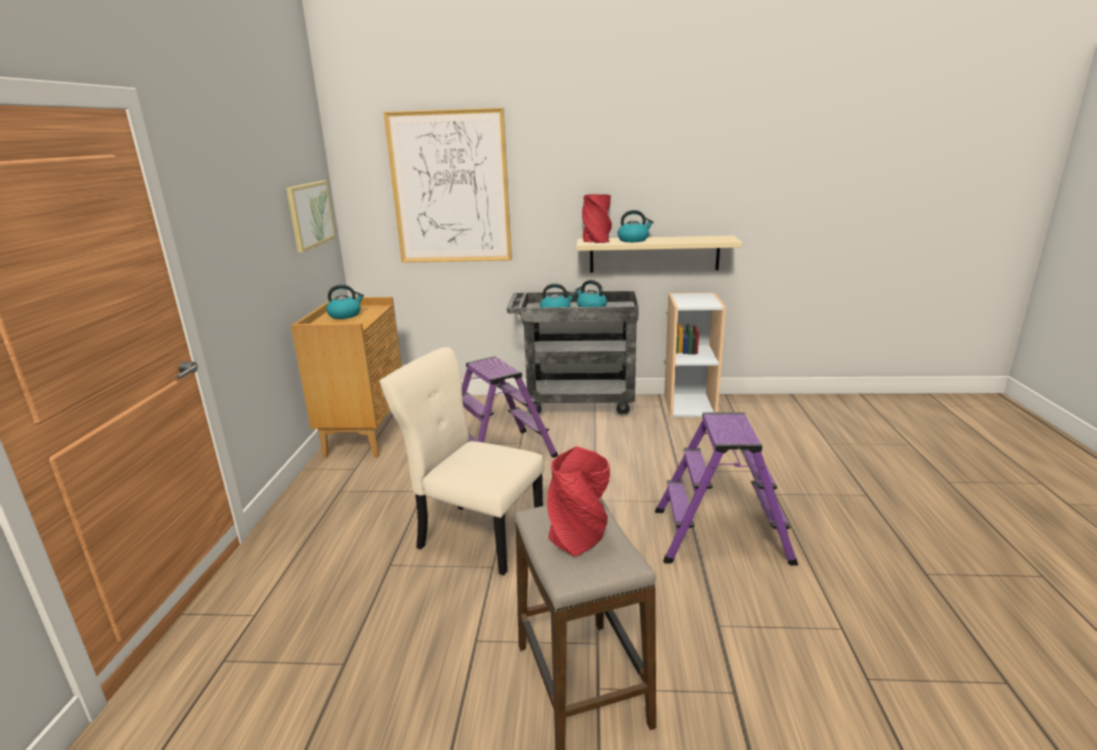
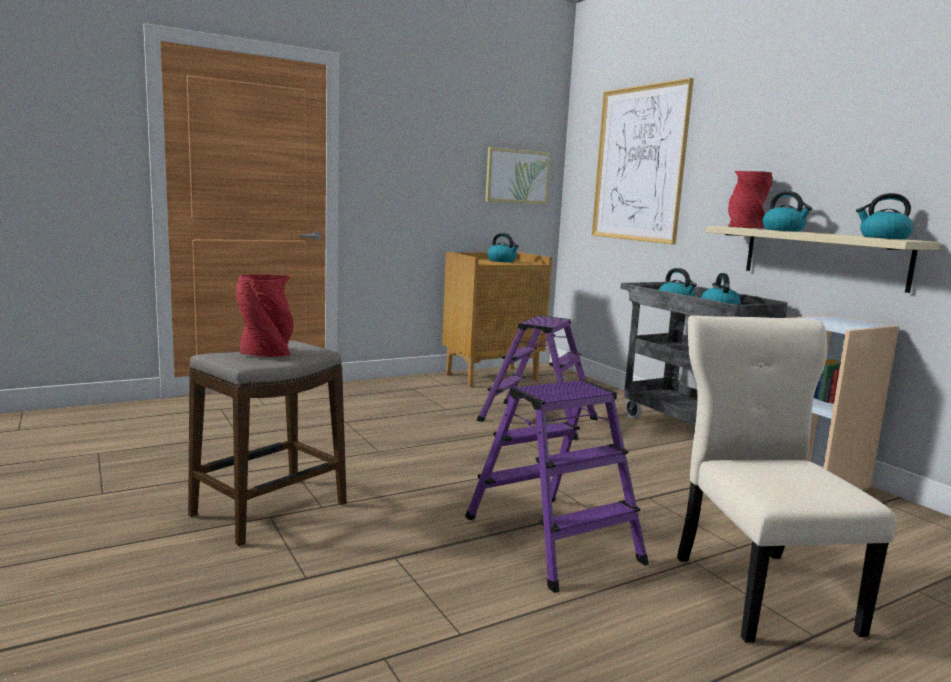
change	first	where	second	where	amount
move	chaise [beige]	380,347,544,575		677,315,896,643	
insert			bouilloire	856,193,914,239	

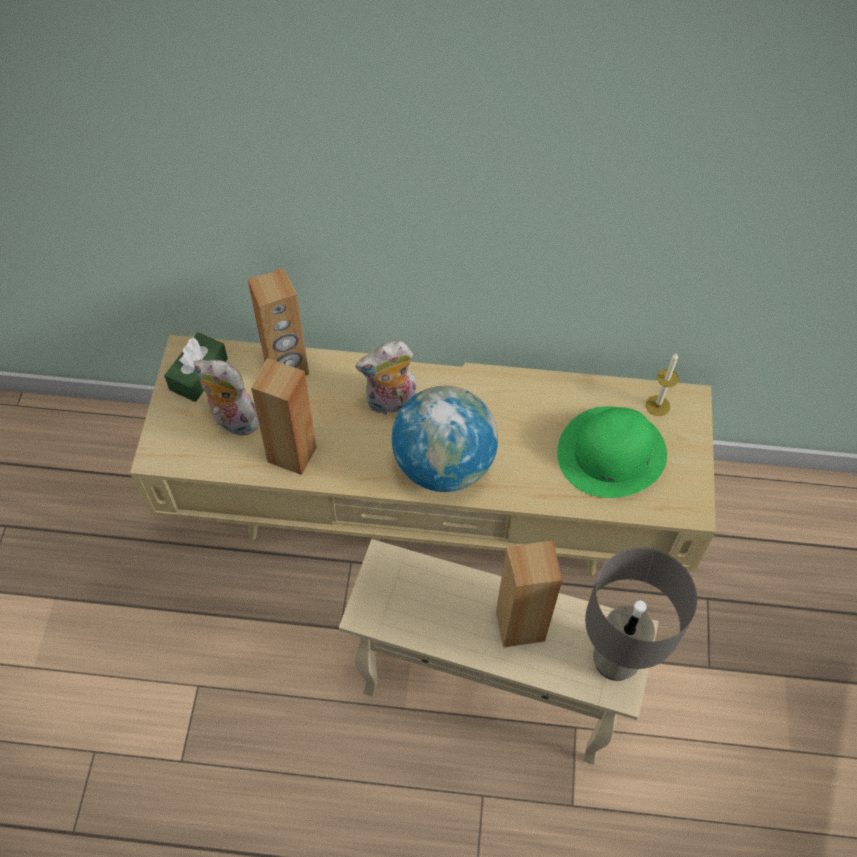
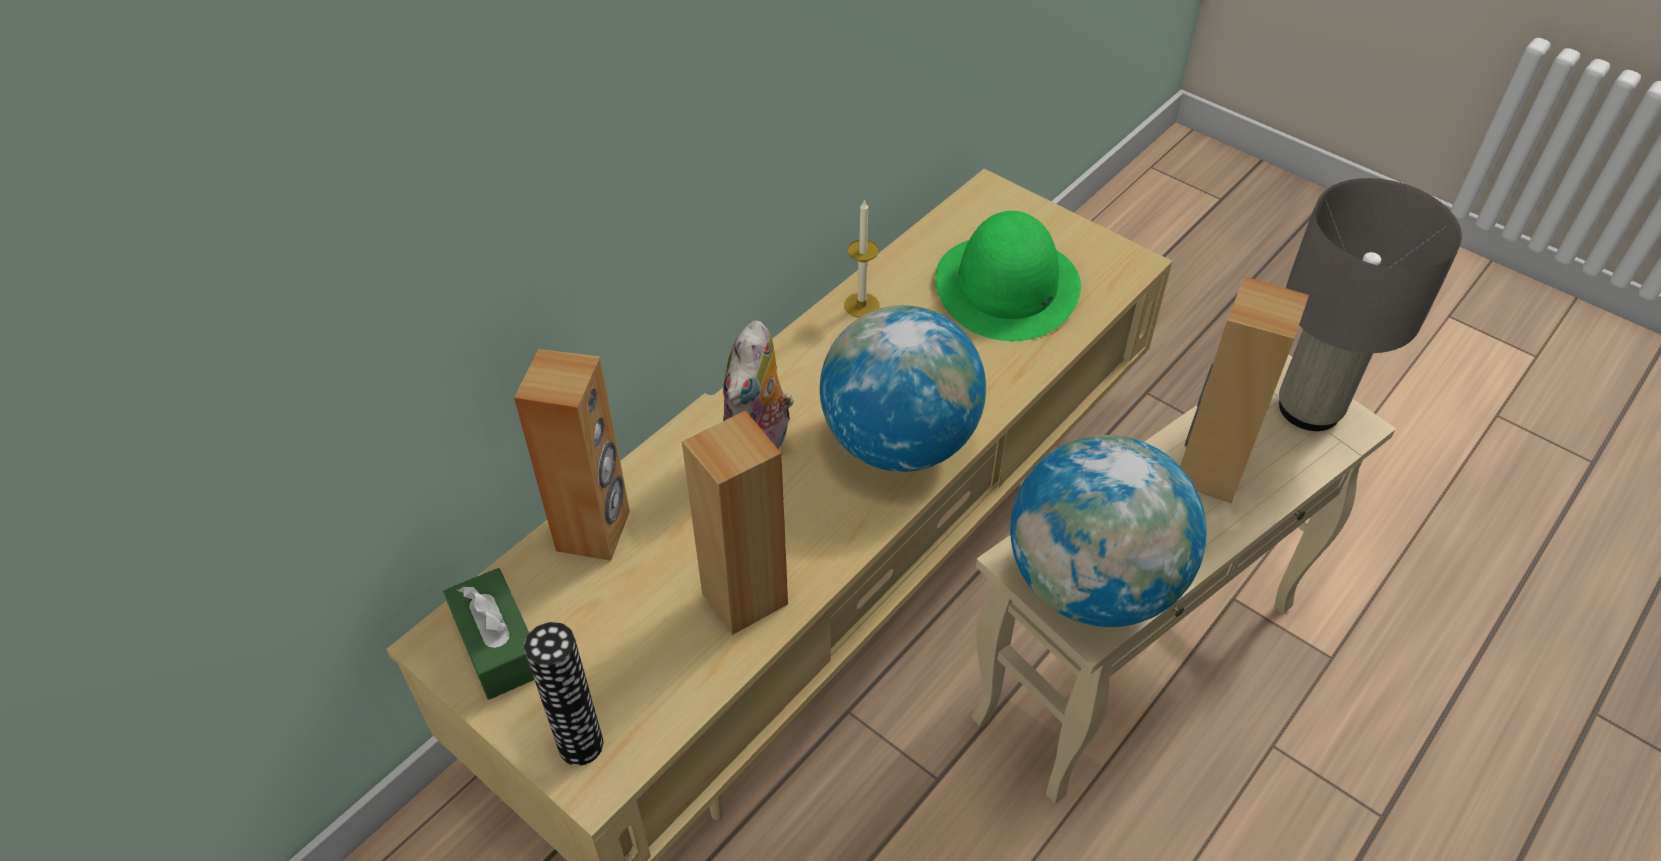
change	first	where	second	where	amount
insert			vase	524,622,603,766	
move	bougie	646,353,679,416		844,199,879,318	
insert			globe	1010,435,1207,627	
delete	peluche	194,360,259,435			

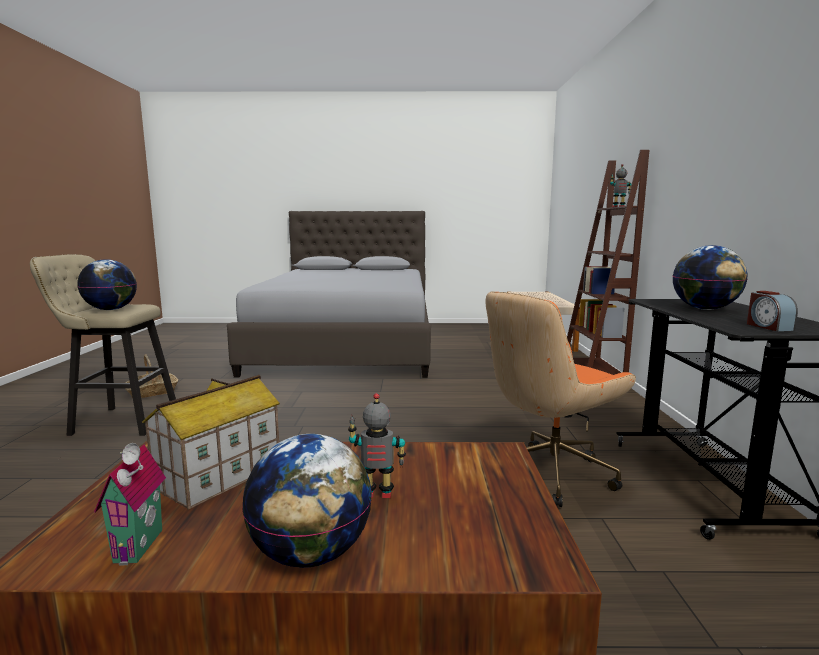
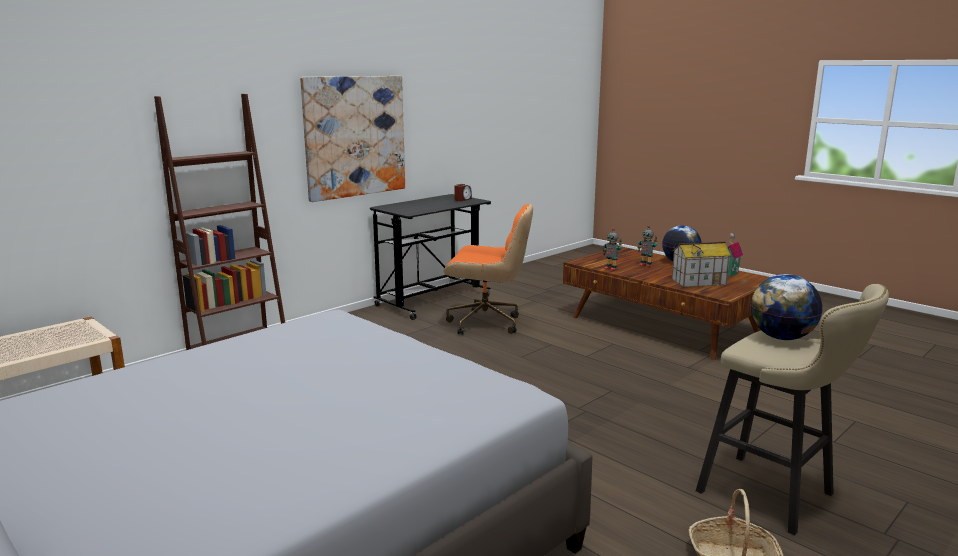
change	first	where	second	where	amount
insert			tableau	300,76,405,202	
move	robot jouet	610,164,631,207		603,228,622,271	
delete	globe	673,245,748,310			

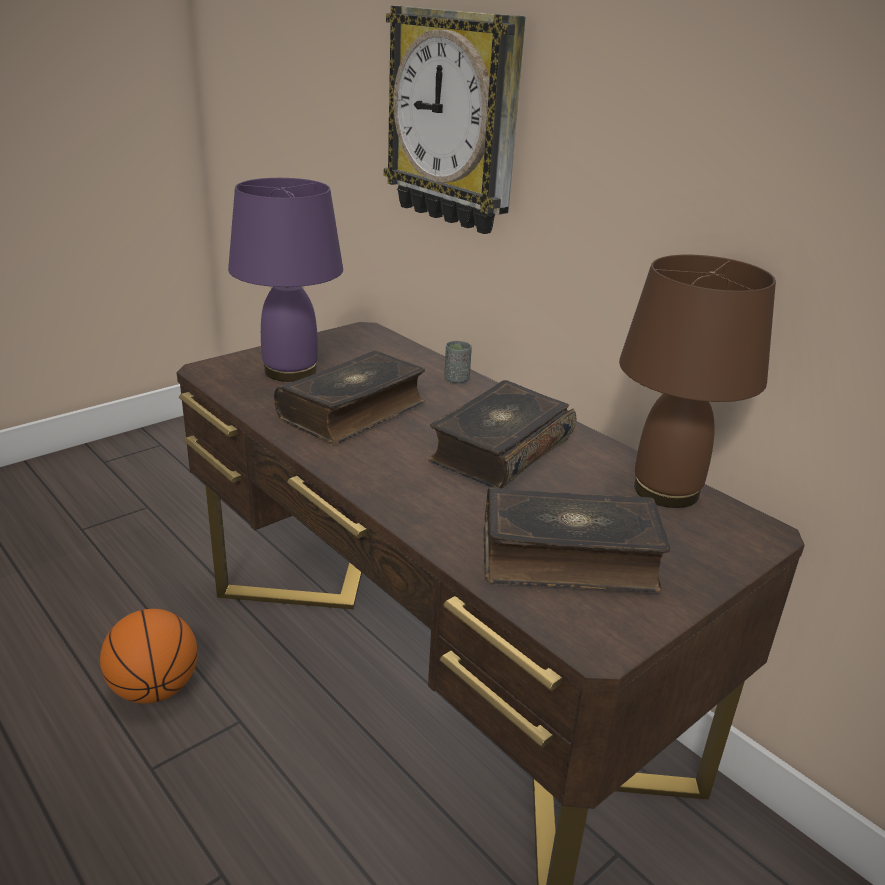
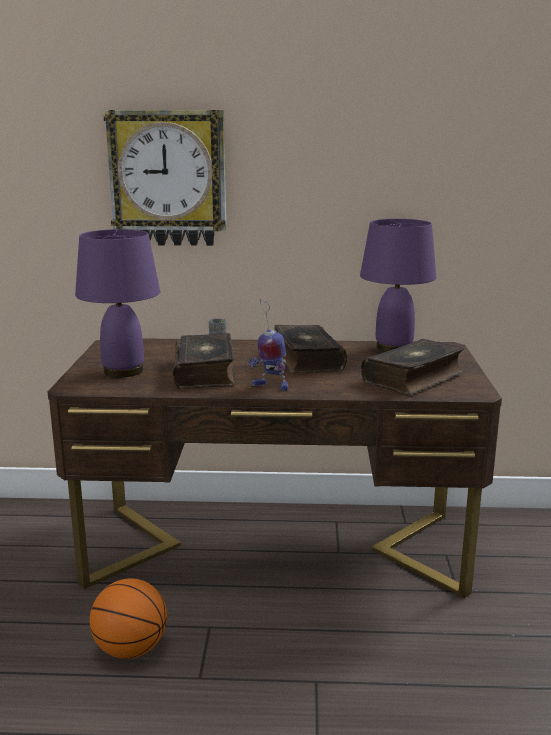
change	first	where	second	where	amount
insert			robot jouet	249,299,288,390	
recolor	lampe de table [marron]	619,254,776,508	lampe de table [violet]	360,219,436,352	

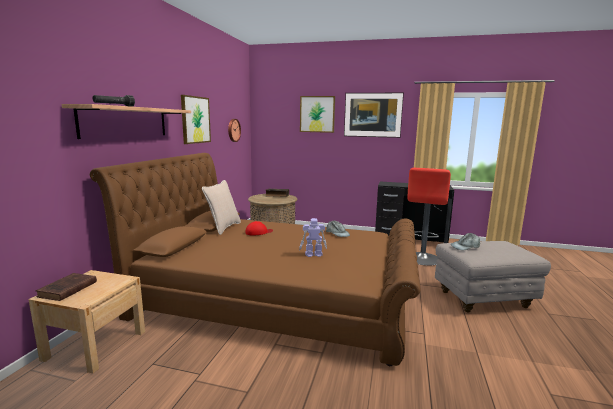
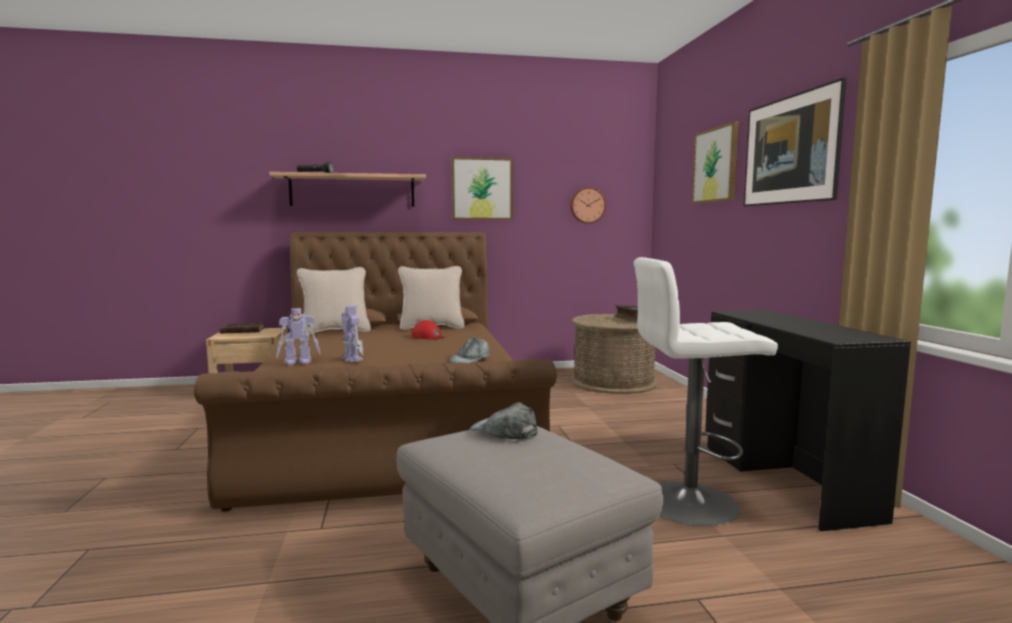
change	first	where	second	where	amount
insert			robot jouet	276,308,321,365	
insert			coussin [beige]	297,267,371,335	
recolor	tabouret [rouge]	408,168,451,265	tabouret [blanc]	634,257,778,526	

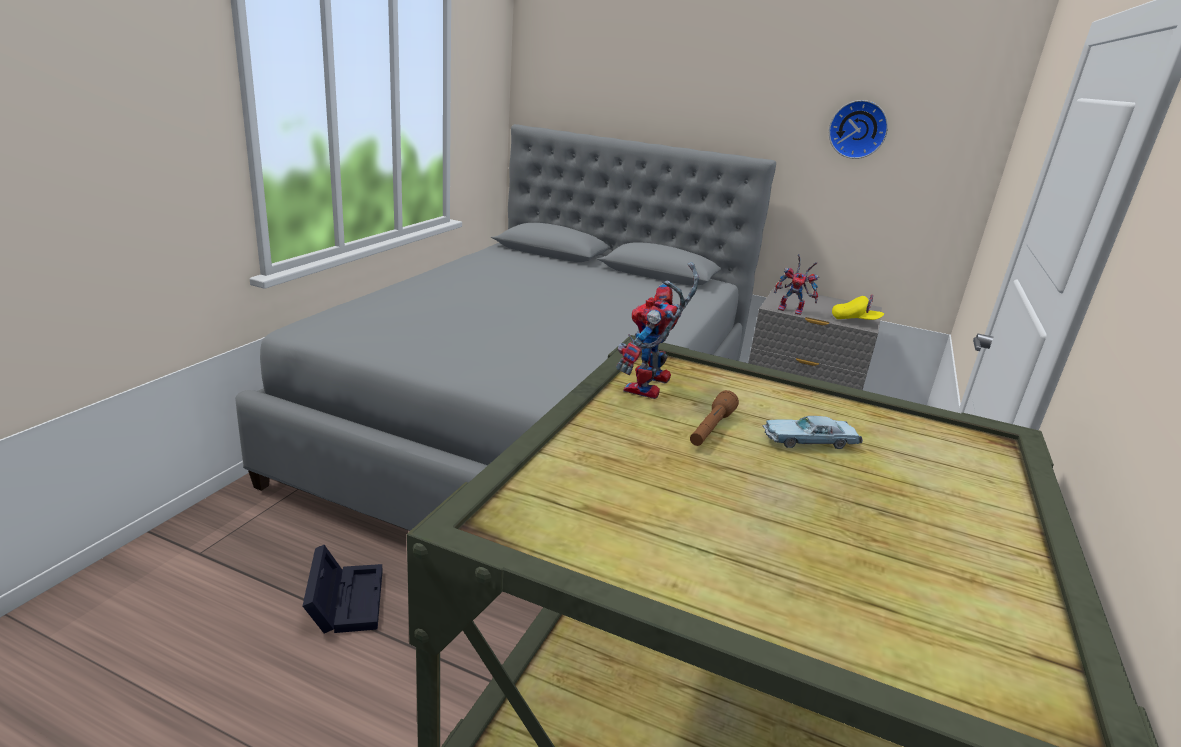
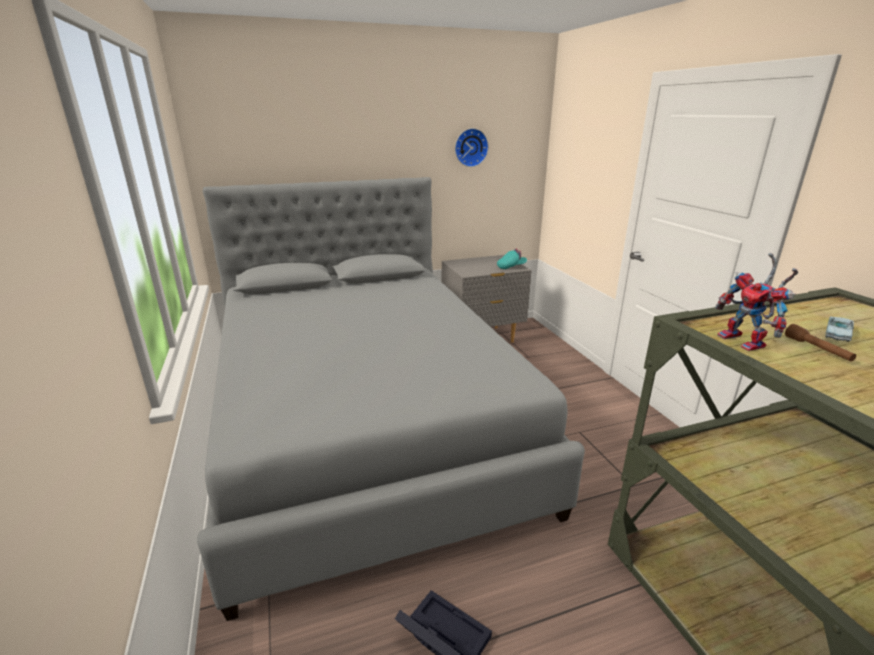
change	first	where	second	where	amount
recolor	casquette [jaune]	832,295,884,320	casquette [turquoise]	497,248,527,269	
delete	robot jouet	774,254,819,315			

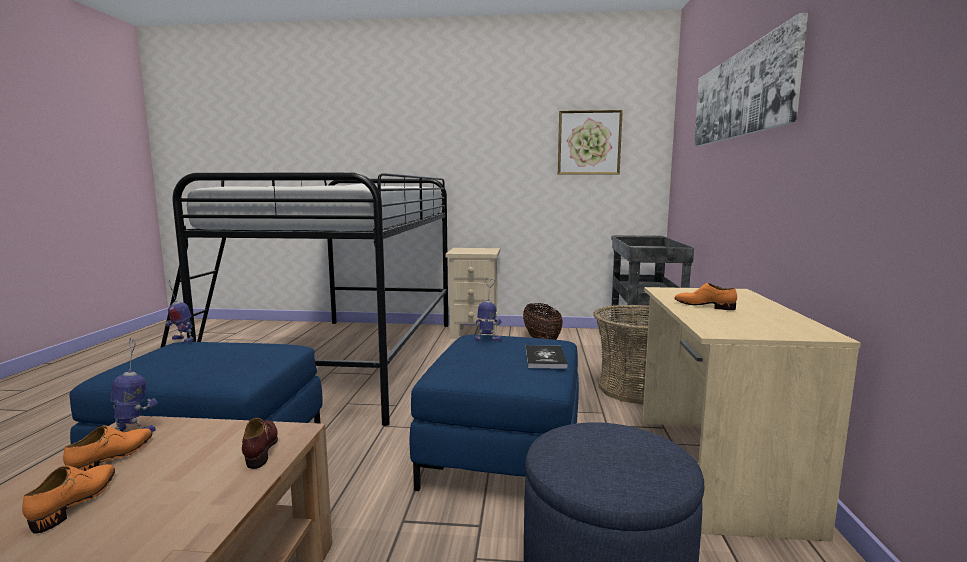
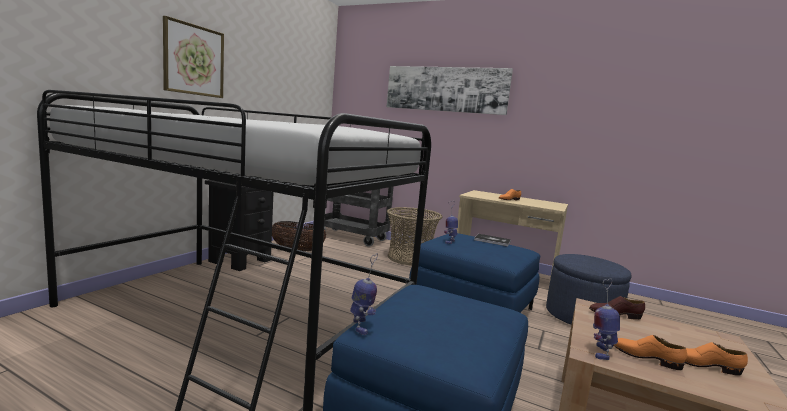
change	first	where	second	where	amount
move	tableau	558,110,623,175		163,16,224,98	
recolor	table de chevet [beige]	445,248,500,339	table de chevet [noir]	205,180,274,271	
rotate	robot jouet	166,280,194,343		350,253,378,335	60 degrees counterclockwise

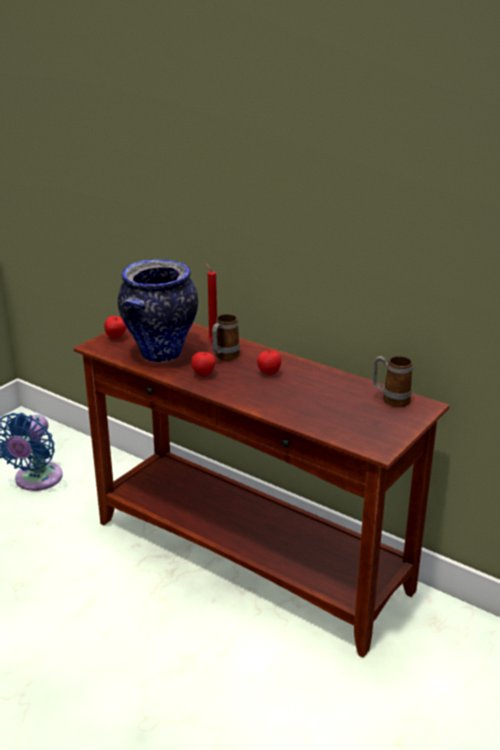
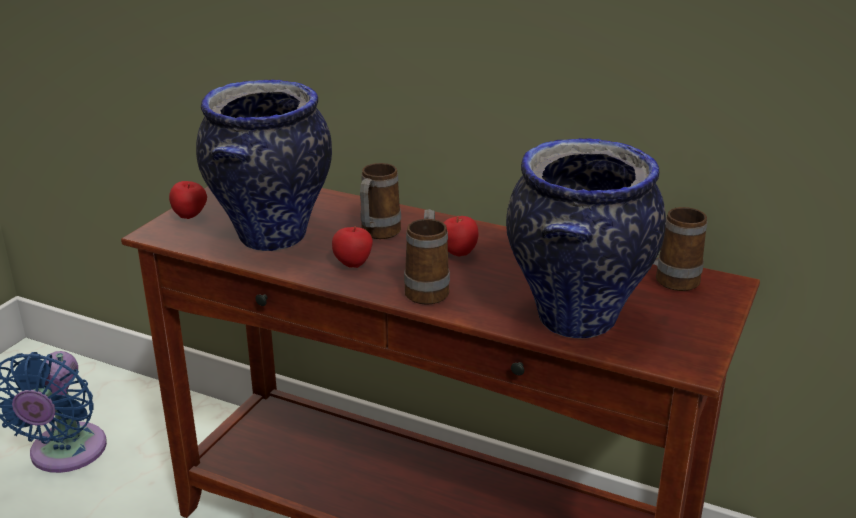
change	first	where	second	where	amount
insert			mug	404,209,450,305	
insert			vase	506,138,666,339	
delete	bougie [rouge]	205,263,217,341			

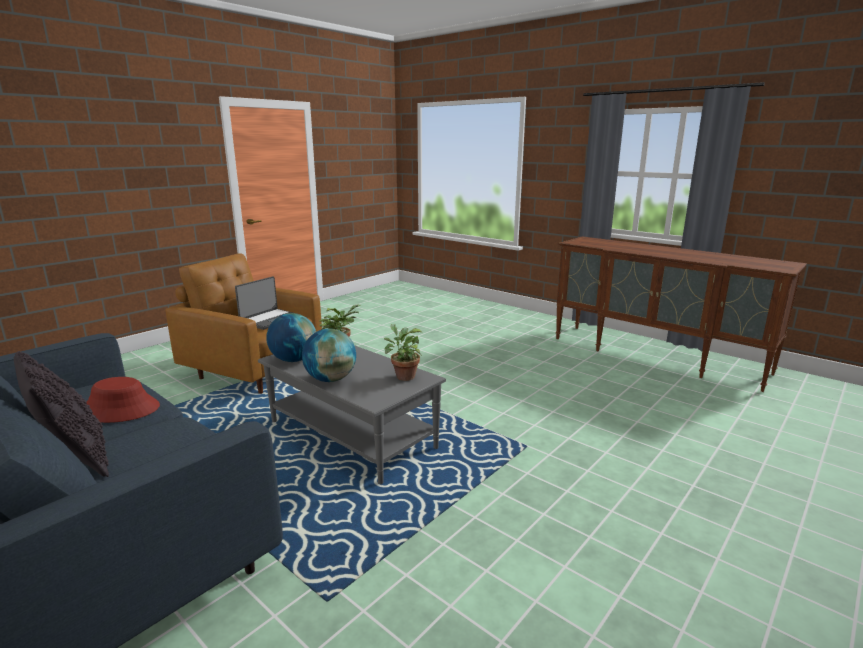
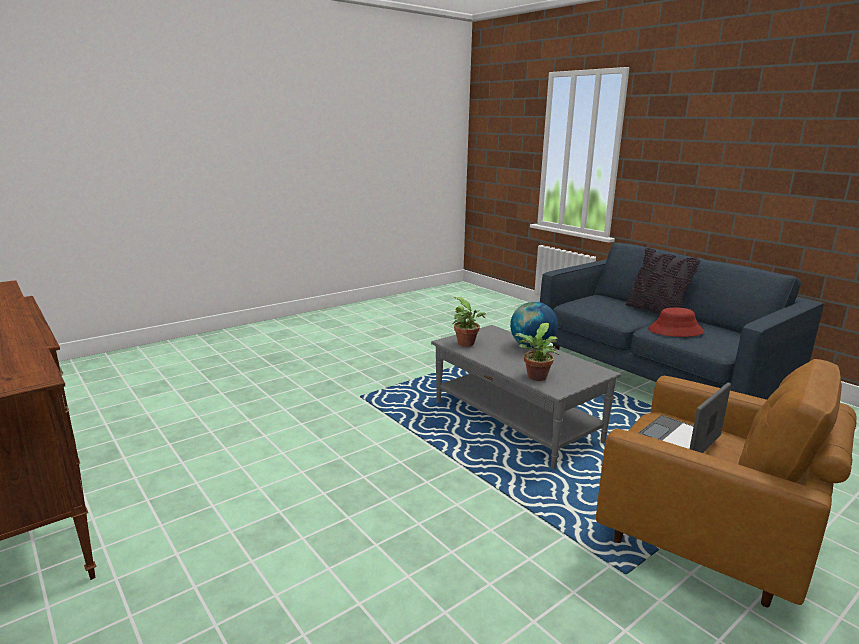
change	first	where	second	where	amount
delete	globe	266,313,316,362			

